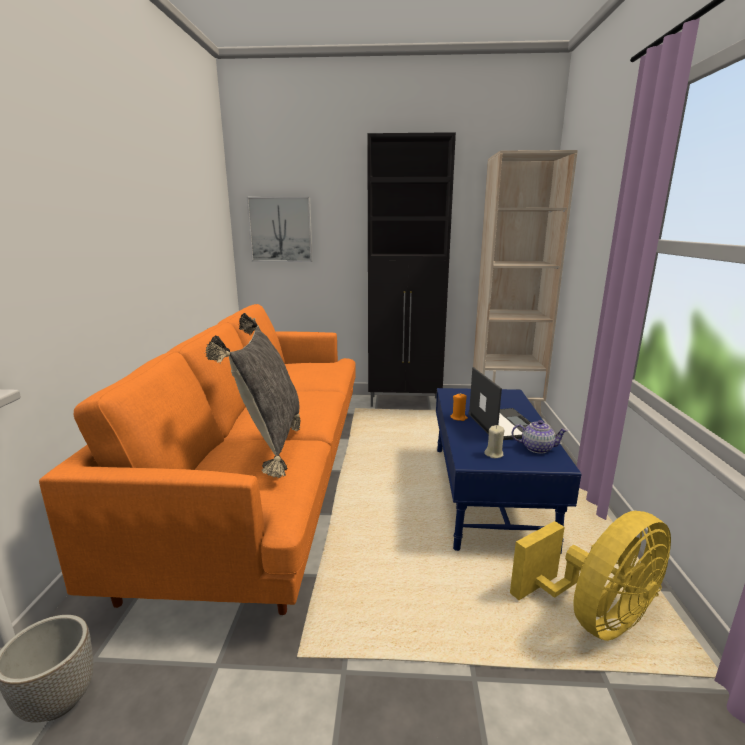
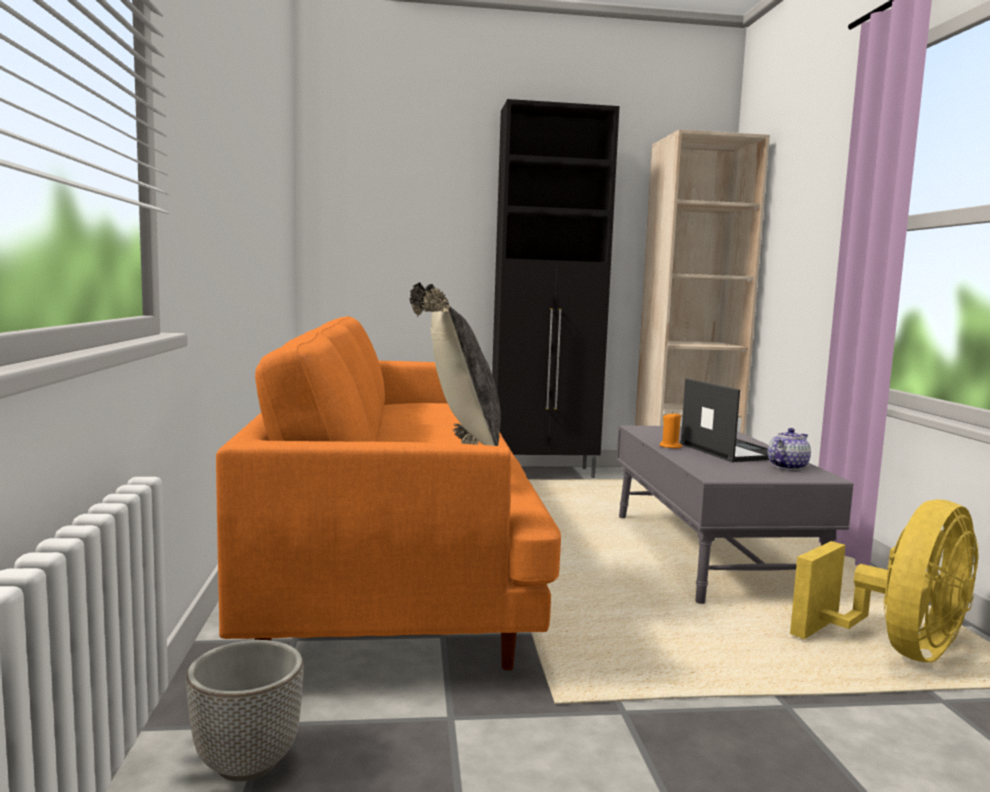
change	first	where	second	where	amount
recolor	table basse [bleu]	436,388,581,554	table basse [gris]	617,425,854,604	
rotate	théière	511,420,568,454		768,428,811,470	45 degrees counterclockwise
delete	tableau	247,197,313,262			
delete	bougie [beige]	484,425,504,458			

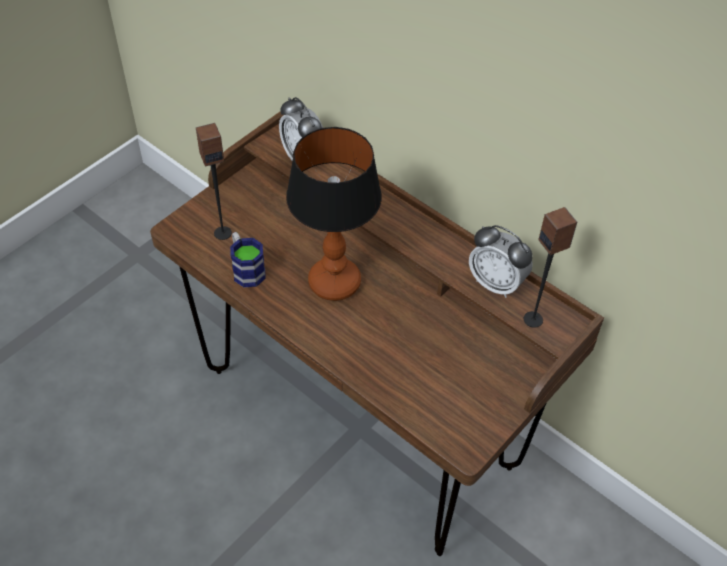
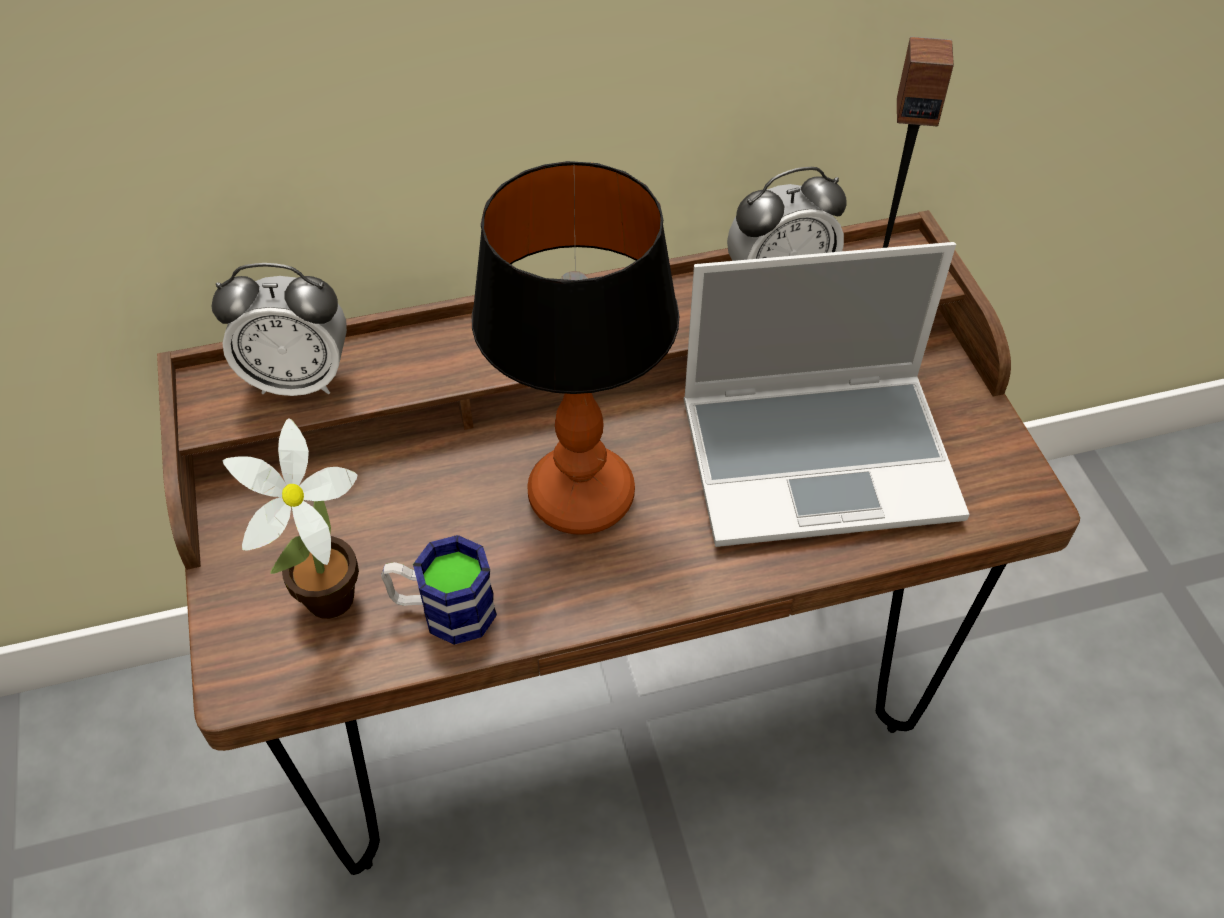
change	first	where	second	where	amount
replace	enceinte	196,123,232,240	plante en pot	222,418,359,619	
insert			ordinateur portable	684,242,970,547	

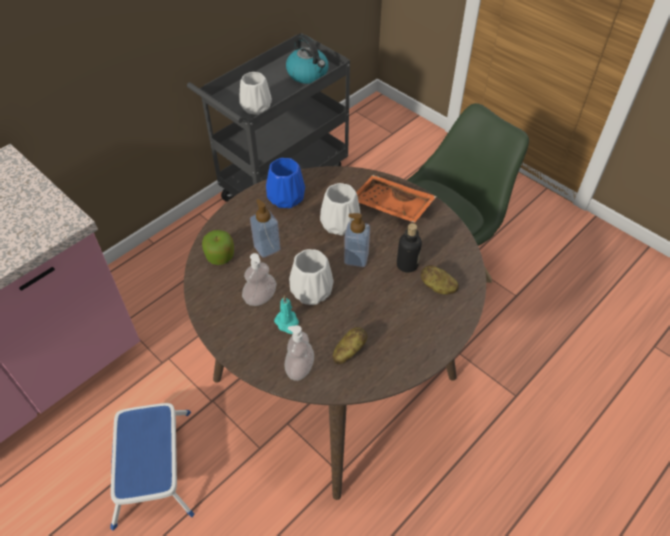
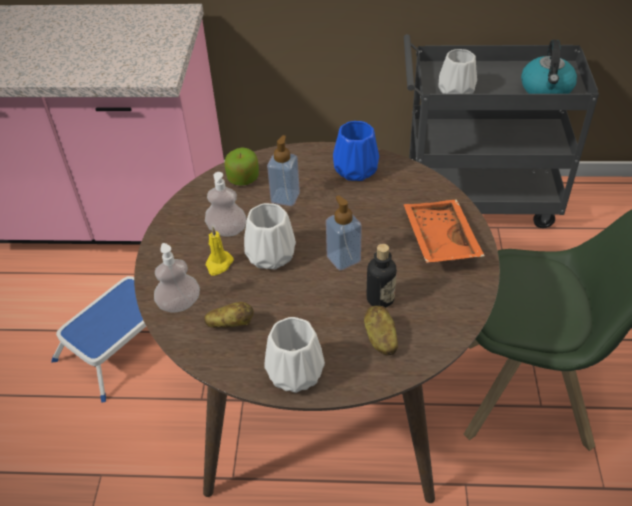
change	first	where	second	where	amount
recolor	bougie [turquoise]	274,295,299,334	bougie [jaune]	206,227,234,276	
move	vase [blanc]	320,183,361,236		264,317,325,393	

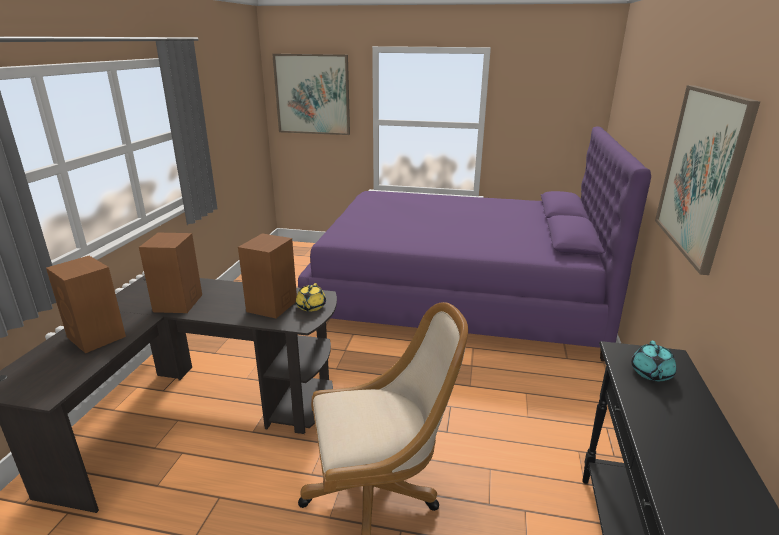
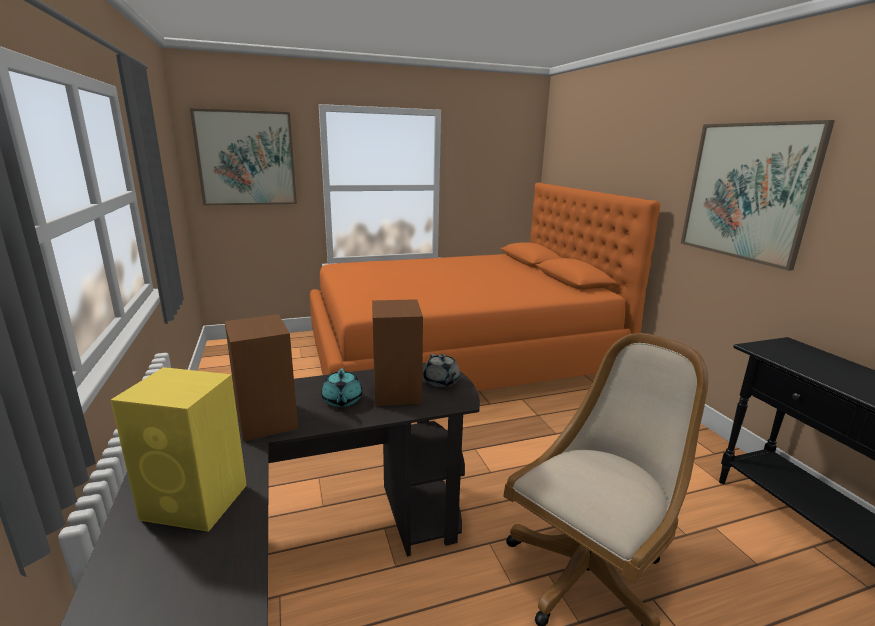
change	first	where	second	where	amount
recolor	enceinte [marron]	46,256,126,353	enceinte [jaune]	110,367,247,532	
recolor	lit [violet]	298,126,651,362	lit [orange]	310,182,660,391	
move	théière [turquoise]	631,341,676,381		321,369,363,407	
recolor	théière [jaune]	296,283,326,312	théière [gris]	423,354,460,387	

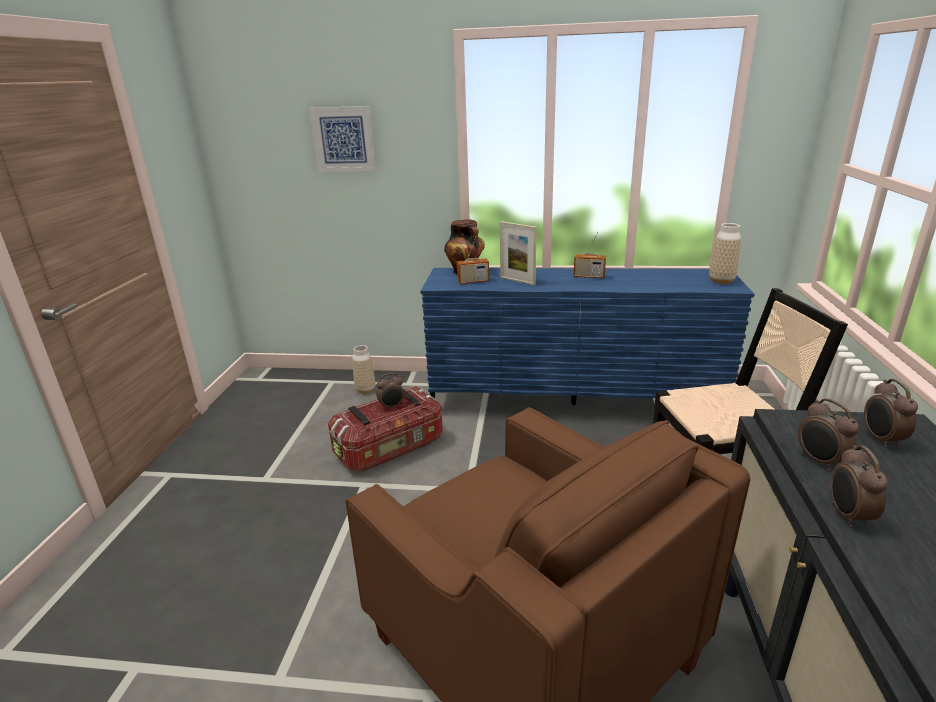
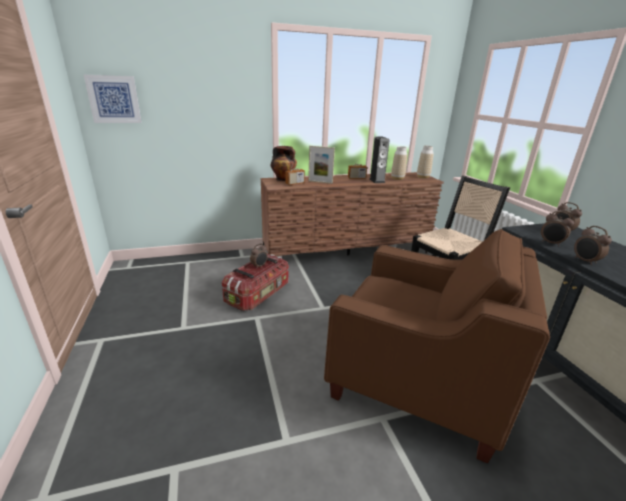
change	first	where	second	where	amount
move	tableau	309,106,376,172		84,75,142,123	
recolor	commode [bleu]	421,268,755,406	commode [marron]	260,172,444,256	
insert			enceinte	370,136,390,183	
move	vase	352,345,375,394		391,146,407,180	

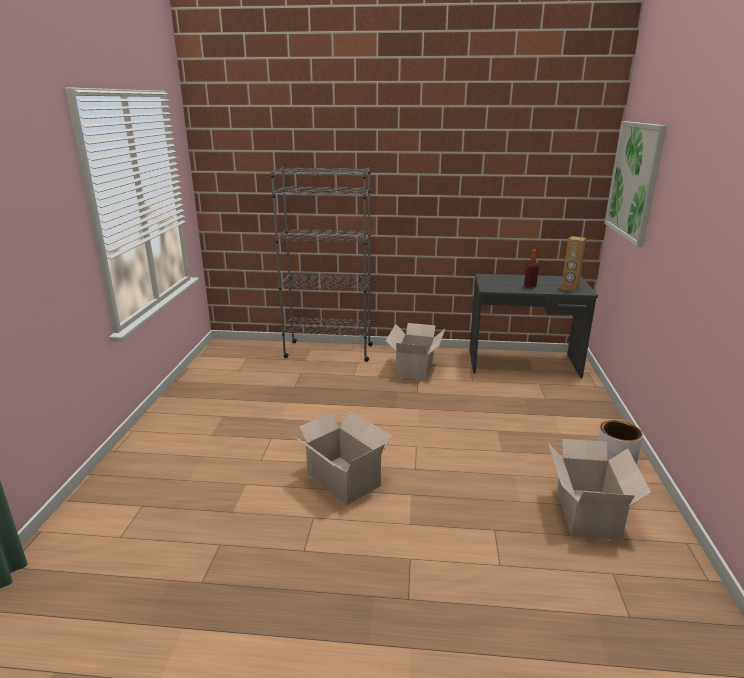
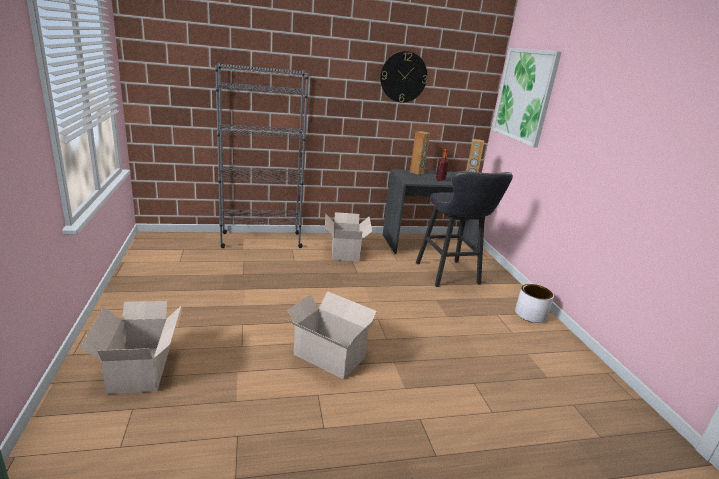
change	first	where	second	where	amount
move	carton	548,439,652,540		80,301,182,394	
insert			horloge murale	380,51,427,102	
insert			enceinte [marron]	410,131,430,175	
insert			tabouret [noir]	416,171,513,287	

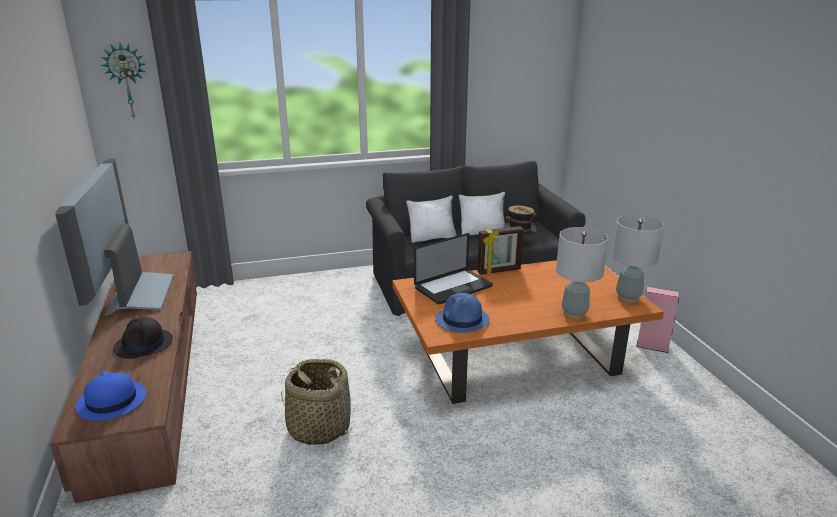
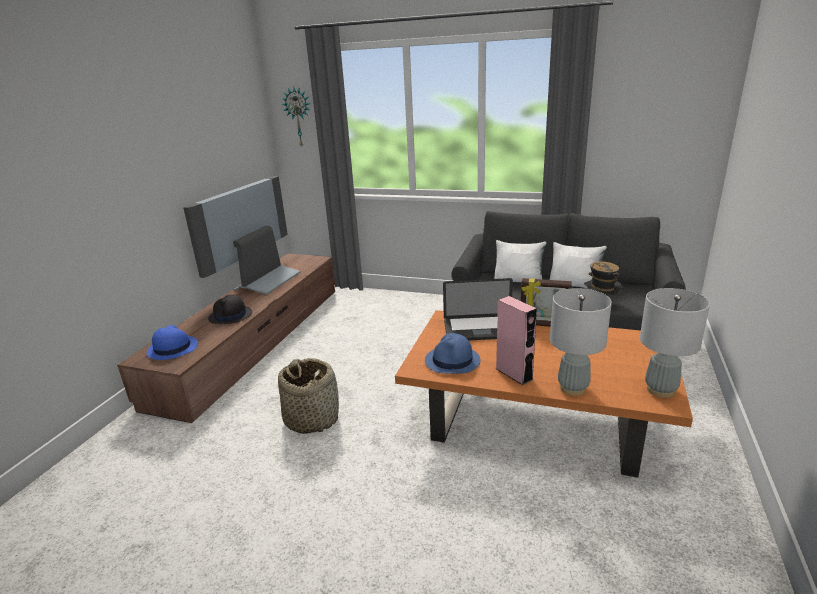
change	first	where	second	where	amount
move	enceinte [rose]	636,287,679,353		496,296,537,385	

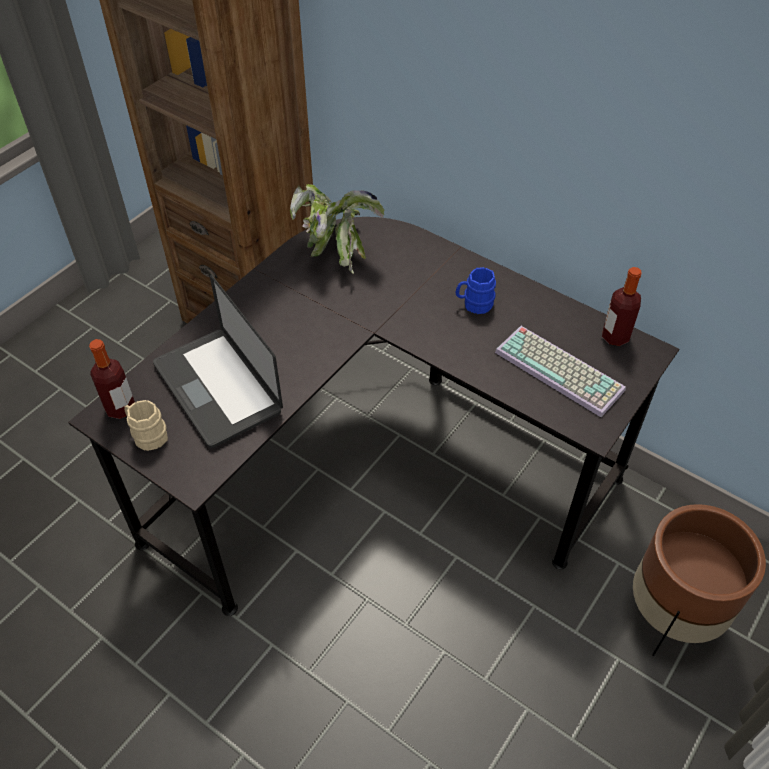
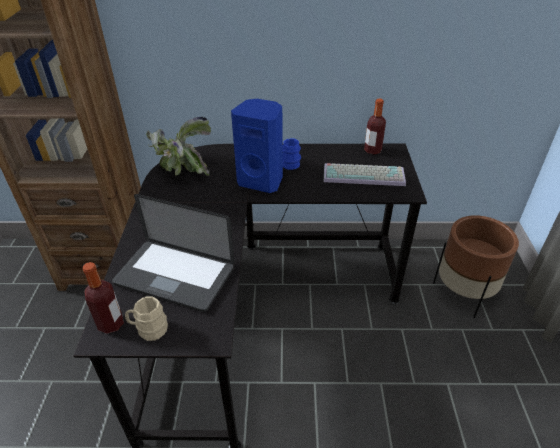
change	first	where	second	where	amount
insert			enceinte [bleu]	231,99,283,193	

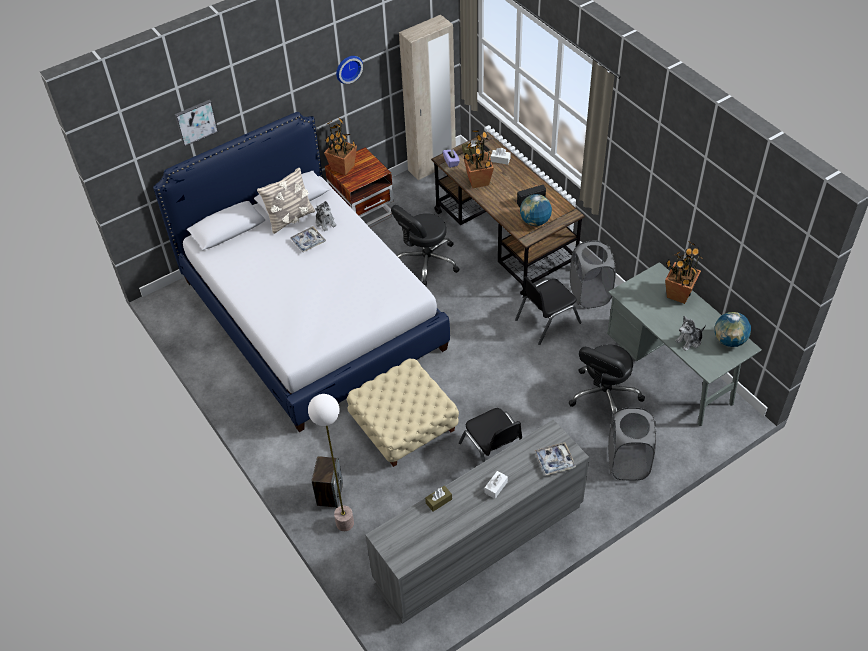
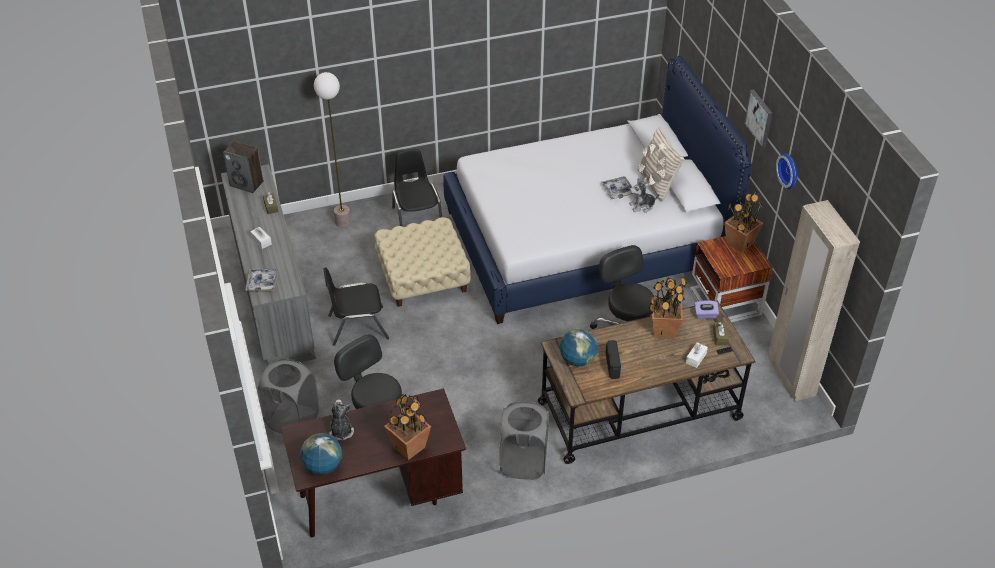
change	first	where	second	where	amount
move	enceinte	312,456,343,508		223,141,263,193	
recolor	bureau [gris]	607,262,762,426	bureau [marron]	281,388,466,537	
move	chaise [noir]	515,276,582,345		392,149,442,227	
move	tableau	175,100,219,147		744,90,772,147	

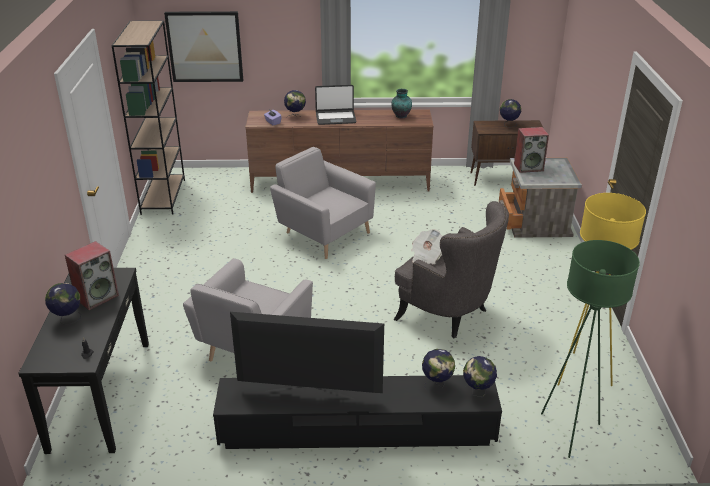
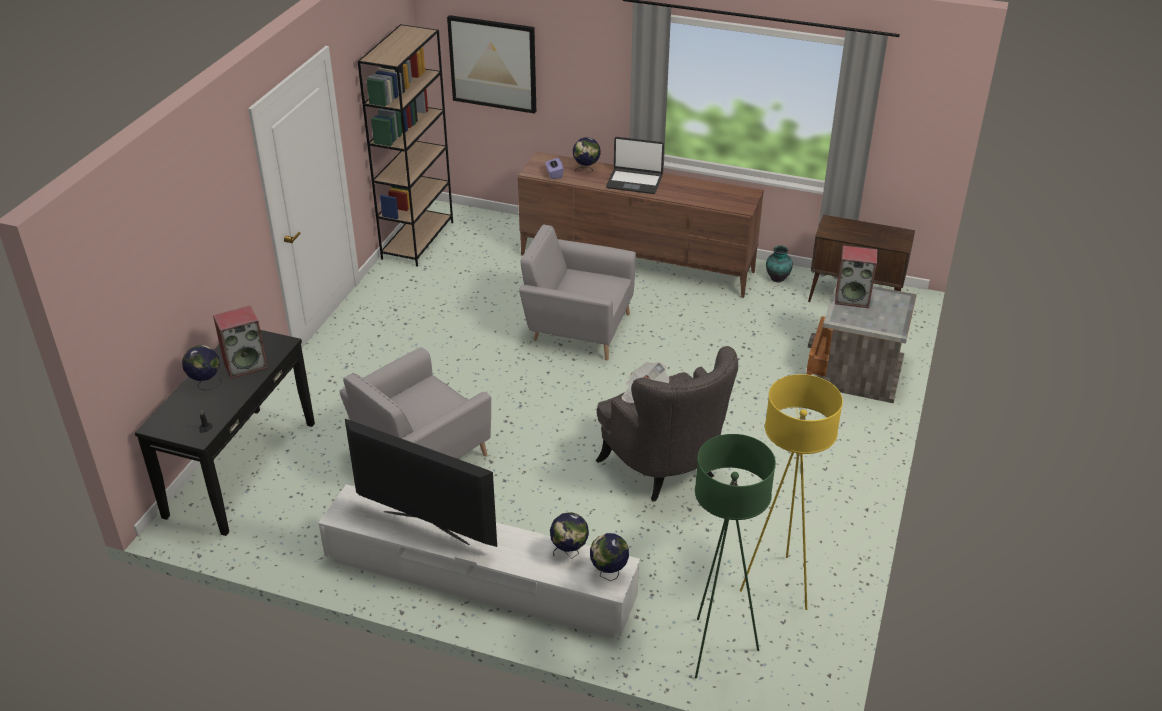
change	first	where	second	where	amount
recolor	meuble télé [noir]	213,375,502,449	meuble télé [blanc]	318,484,641,638	
rotate	fauteuil [gris]	270,147,376,259		519,225,636,361	45 degrees counterclockwise
move	vase	391,89,412,118		766,245,793,282	
delete	globe	500,99,521,127			

